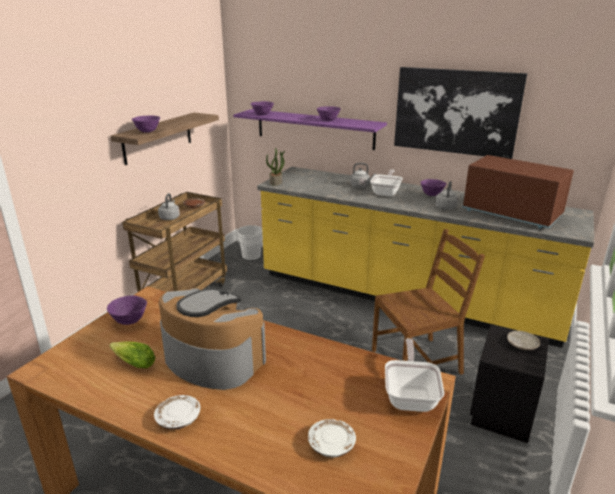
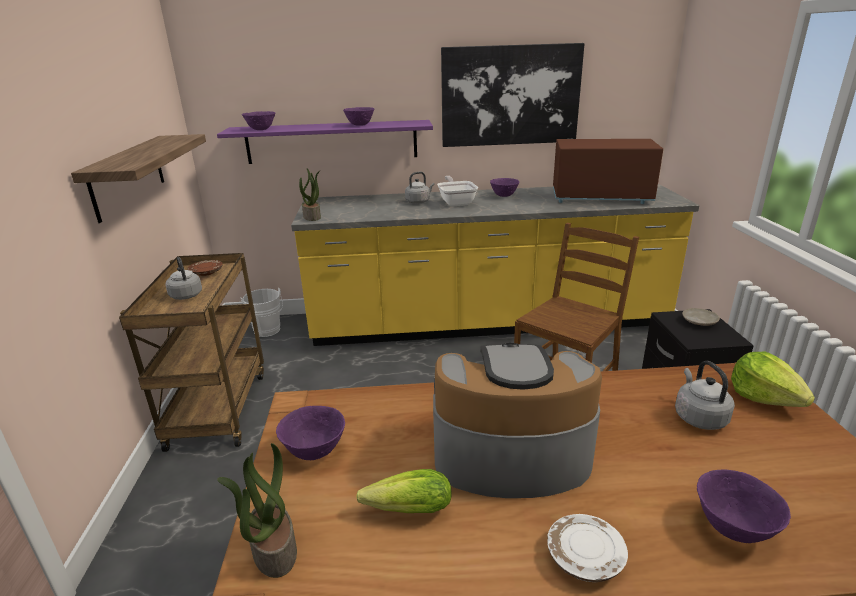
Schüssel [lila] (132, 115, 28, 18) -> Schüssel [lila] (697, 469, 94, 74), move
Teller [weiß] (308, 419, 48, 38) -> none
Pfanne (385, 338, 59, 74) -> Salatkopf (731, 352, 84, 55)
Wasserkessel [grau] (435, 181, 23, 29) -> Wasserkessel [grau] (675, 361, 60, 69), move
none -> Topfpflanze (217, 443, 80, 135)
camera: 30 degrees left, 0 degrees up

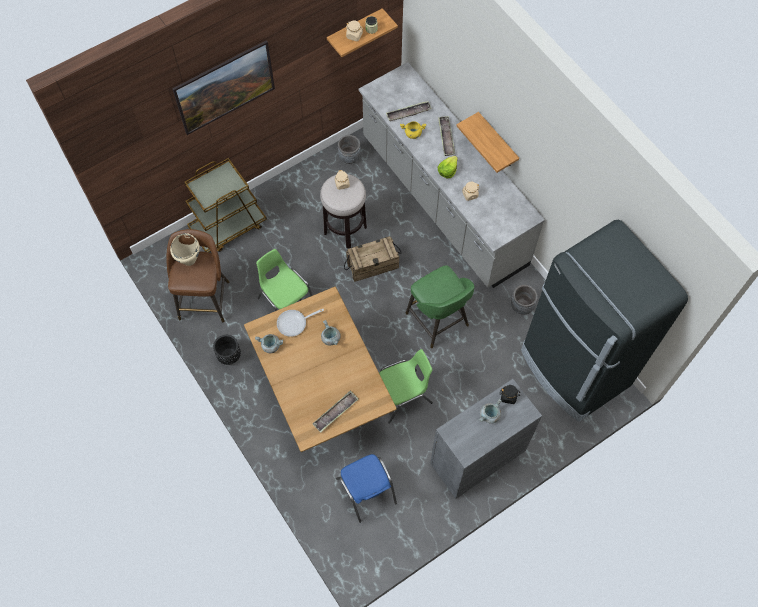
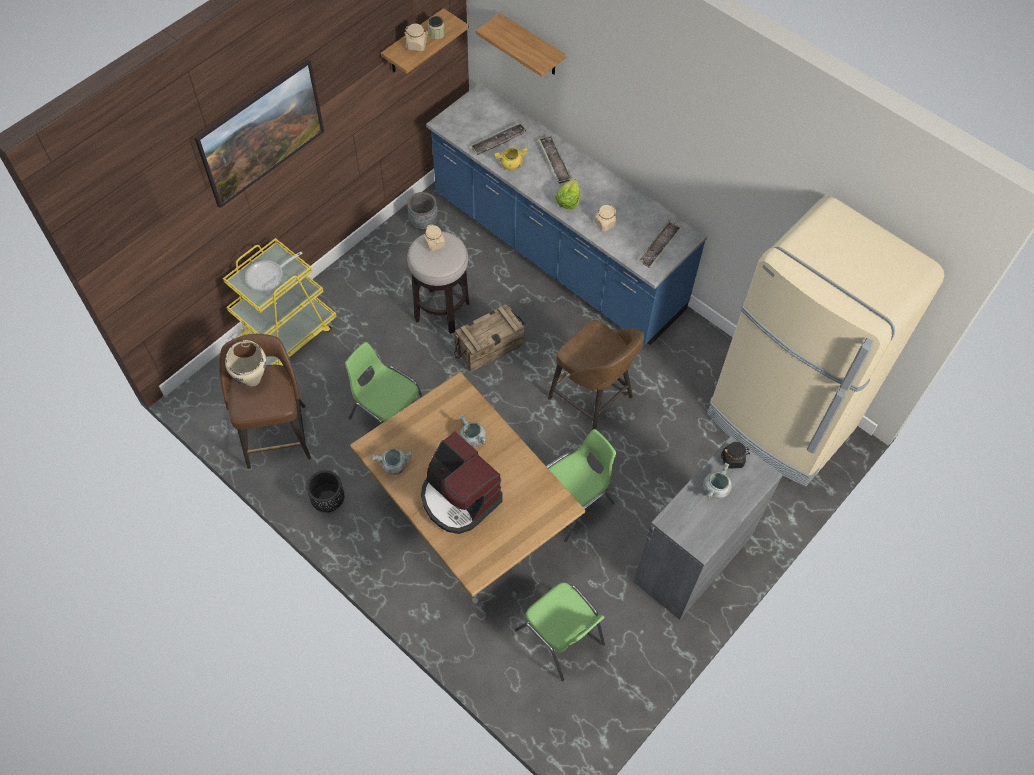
Rollwagen [braun] (185, 158, 82, 94) -> Rollwagen [gelb] (223, 238, 114, 128)
Pfanne (277, 309, 47, 28) -> Pfanne (245, 252, 57, 39), move
Tablett (313, 391, 45, 42) -> Tablett (638, 220, 43, 48), move
Stuhl [blau] (336, 454, 61, 69) -> Stuhl [grün] (515, 582, 90, 99)
Küchenzeile [grau] (359, 62, 186, 226) -> Küchenzeile [blau] (426, 83, 281, 262)
Hocker [grün] (406, 265, 69, 83) -> Hocker [braun] (548, 320, 96, 110)
Wandregal (457, 112, 62, 61) -> Wandregal (476, 13, 90, 64), move
Pflanzkübel [grau] (511, 285, 27, 29) -> none
Kühlschrank [schwarz] (521, 220, 167, 202) -> Kühlschrank [beige] (707, 196, 237, 290)
none -> Kaffeemaschine (421, 431, 82, 103)
camera: 15 degrees left, 5 degrees down

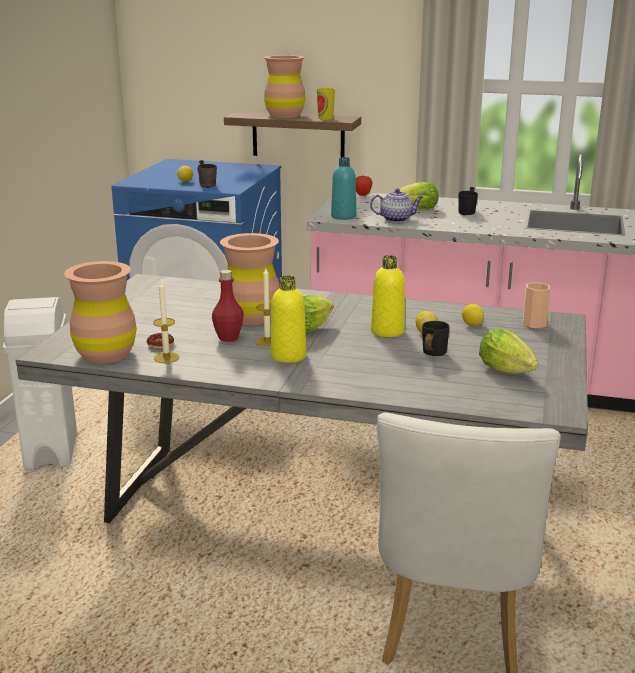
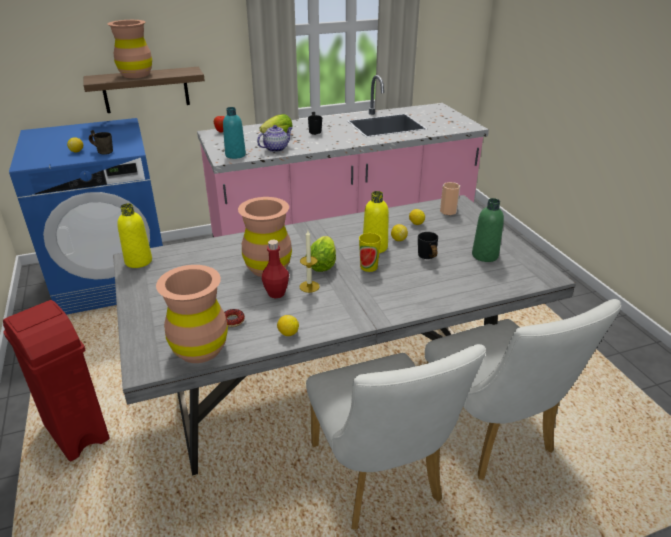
Mülleimer [weiß] (3, 297, 74, 173) -> Mülleimer [rot] (3, 300, 107, 161)
Kerze (153, 281, 26, 82) -> none
Flasche [gelb] (271, 275, 35, 88) -> Flasche [gelb] (117, 203, 35, 65), move
Tasse (317, 88, 18, 32) -> Tasse (359, 233, 22, 39), move
Salatkopf (479, 328, 59, 46) -> Flasche [grün] (472, 198, 32, 64)
none -> Zitrone (277, 315, 22, 21)
none -> Stuhl [weiß] (306, 344, 180, 186)
camera: 35 degrees left, 10 degrees up

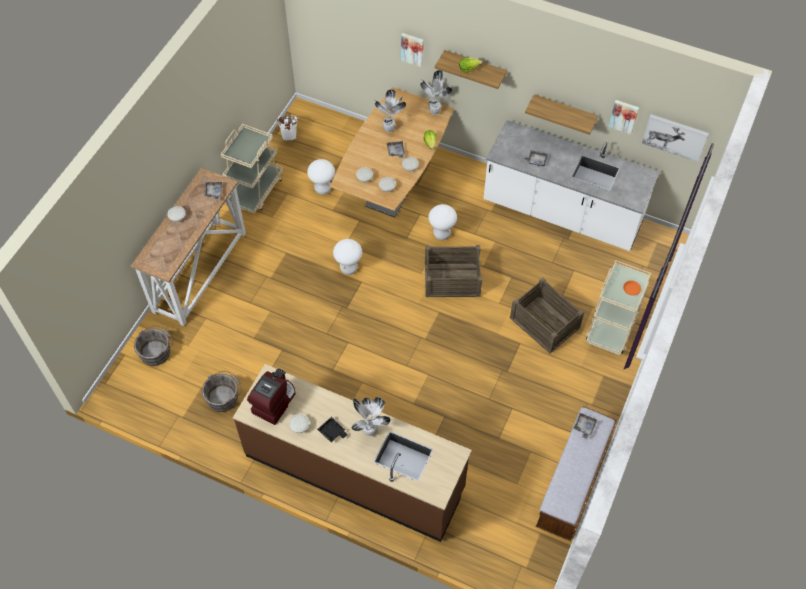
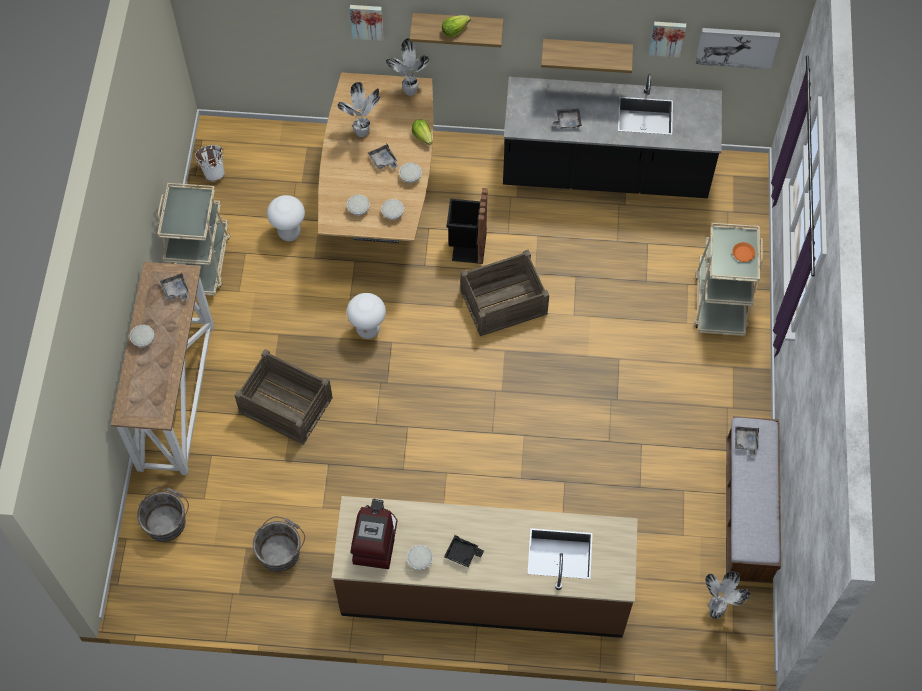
Topfpflanze (351, 397, 39, 39) -> Topfpflanze (705, 572, 45, 47), move
Hocker [weiß] (428, 204, 29, 36) -> Mülleimer [schwarz] (447, 188, 41, 76)
Küchenzeile [weiß] (483, 120, 177, 131) -> Küchenzeile [schwarz] (503, 74, 219, 124)
Kiste (510, 277, 74, 76) -> Kiste (234, 349, 99, 96), move
camera: 20 degrees left, 5 degrees up

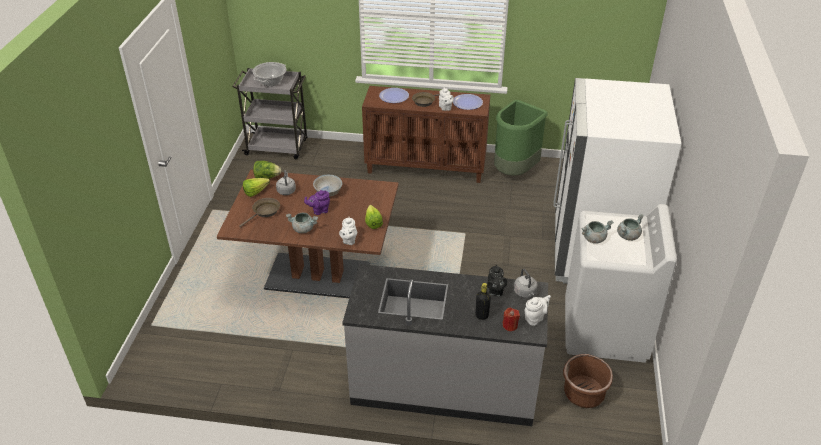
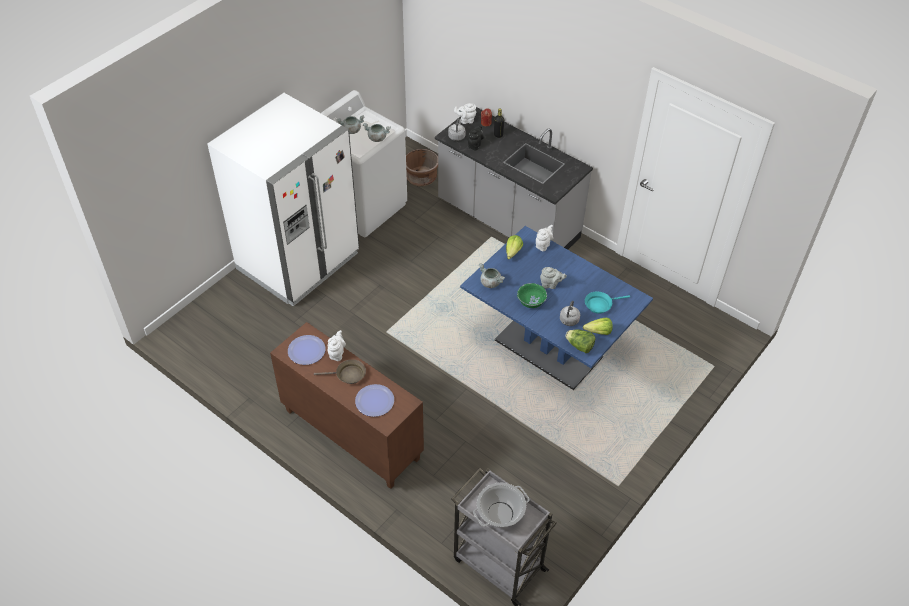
Esstisch [braun] (217, 170, 182, 128) -> Esstisch [blau] (460, 226, 193, 164)
Pfanne [braun] (239, 198, 41, 29) -> Pfanne [türkis] (585, 292, 45, 22)
Kochtopf [grau] (286, 213, 32, 20) -> Kochtopf [grau] (479, 263, 26, 25), move
Teekanne [lila] (304, 190, 26, 25) -> Teekanne [grau] (540, 267, 27, 22)
Schüssel [weiß] (313, 175, 29, 22) -> Schüssel [grün] (517, 283, 30, 25)
Mülleimer [grün] (494, 100, 54, 76) -> none
camera: 150 degrees left, 10 degrees up

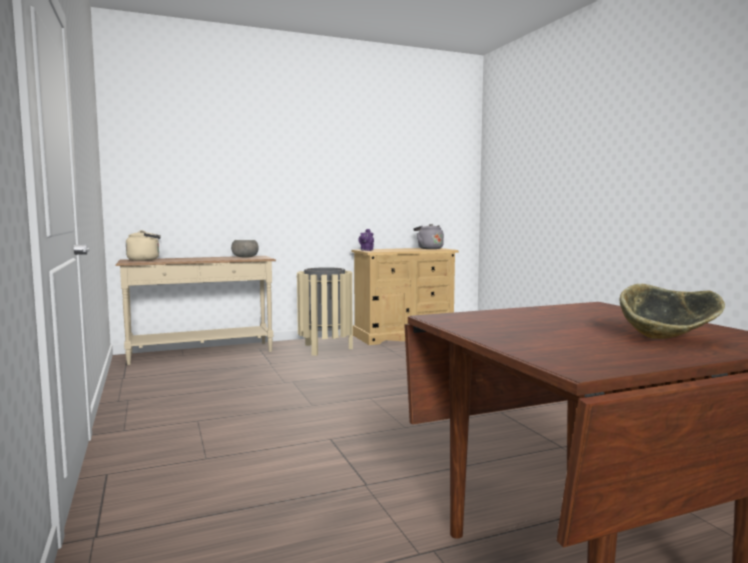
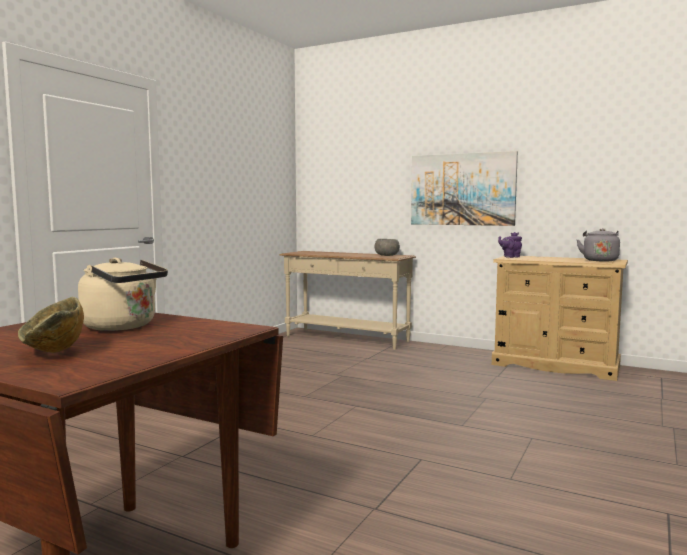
Wasserkessel [beige] (126, 230, 35, 31) -> Wasserkessel [beige] (78, 258, 90, 73), move
Mülleimer [beige] (297, 267, 56, 89) -> none
none -> Bild (411, 151, 107, 75)
camera: 50 degrees right, 0 degrees up

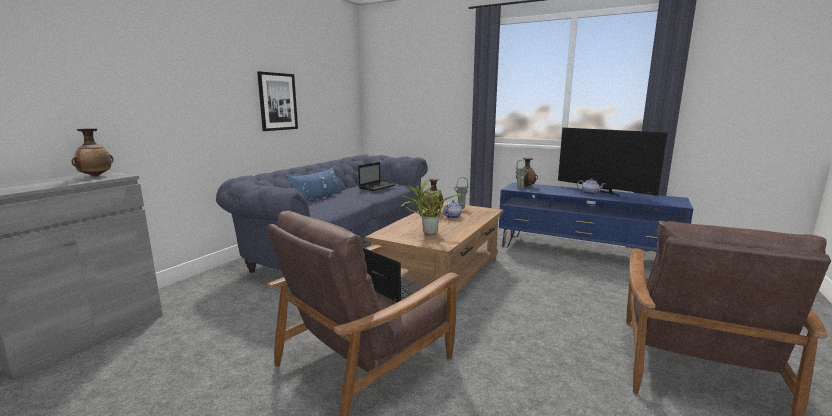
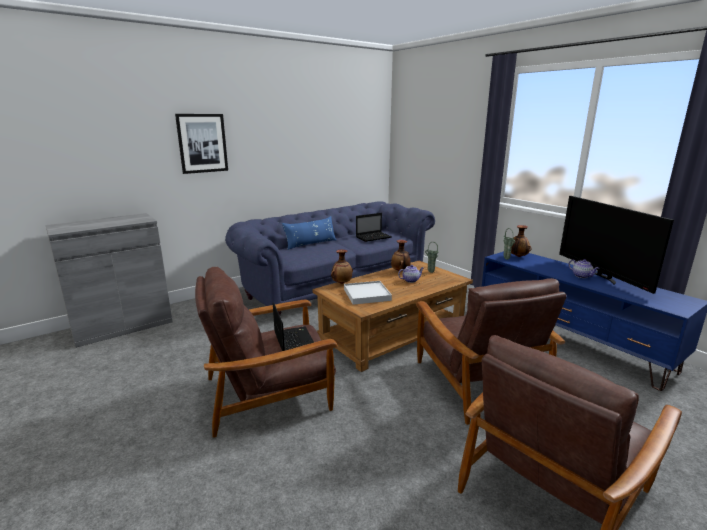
Vase (71, 128, 43, 49) -> Vase (331, 250, 22, 34), move
Bild (257, 71, 41, 60) -> Bild (175, 114, 53, 60), move
Topfpflanze (401, 180, 60, 55) -> Tablett [weiß] (344, 281, 48, 24)
none -> Sessel [braun] (416, 278, 151, 147)
camera: 25 degrees right, 5 degrees up

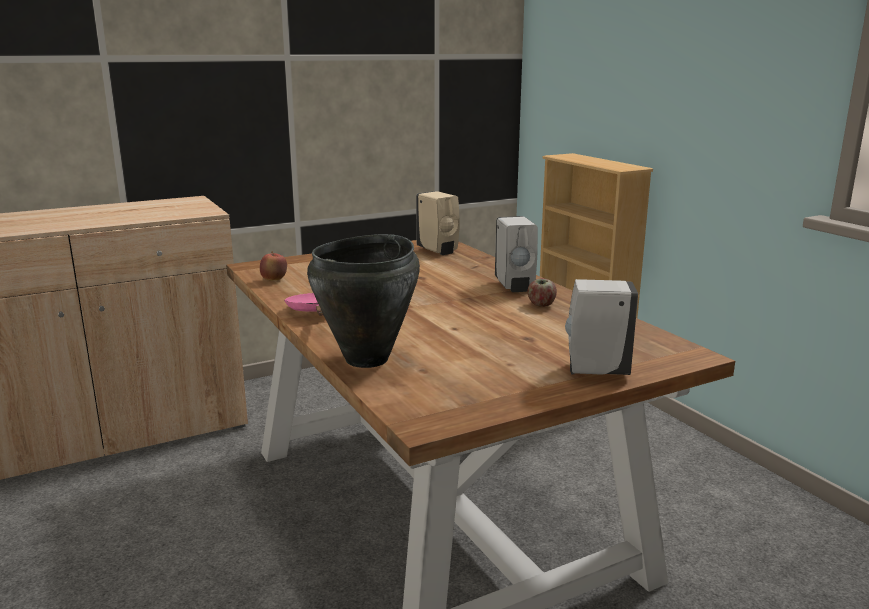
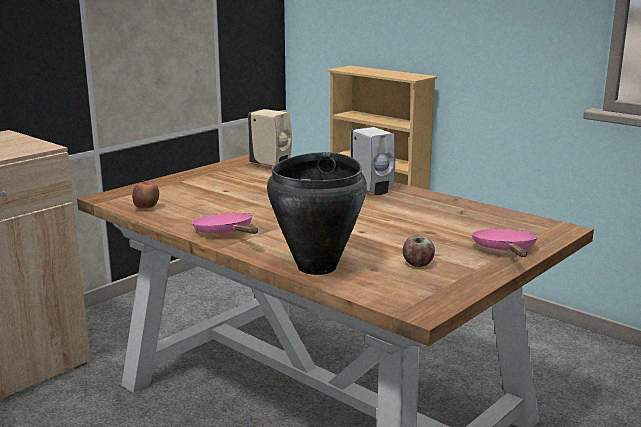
Apfel (528, 278, 29, 29) -> Apfel (403, 235, 32, 32), move
Seifenspender [weiß] (565, 279, 73, 96) -> Pfanne [rosa] (472, 229, 66, 28)
camera: 20 degrees left, 0 degrees up

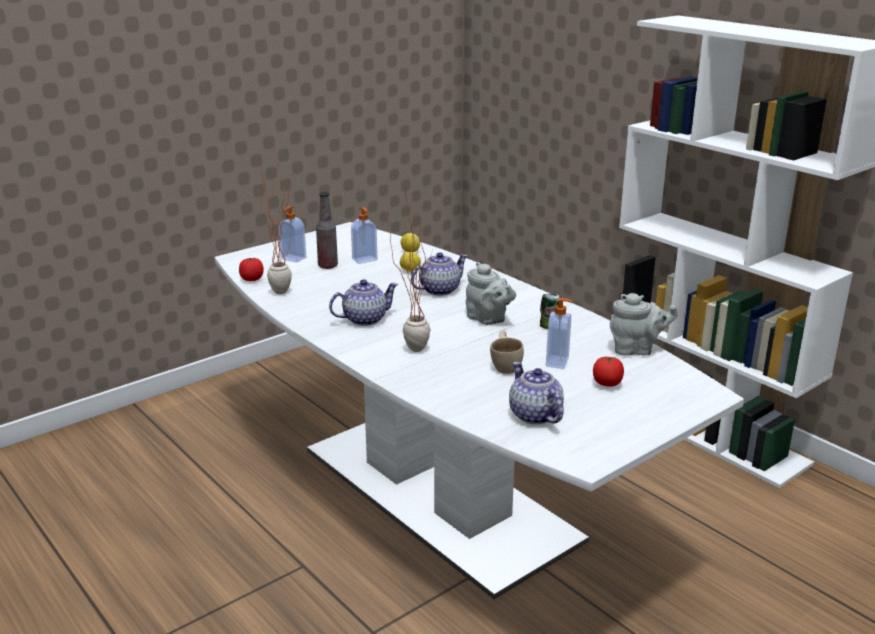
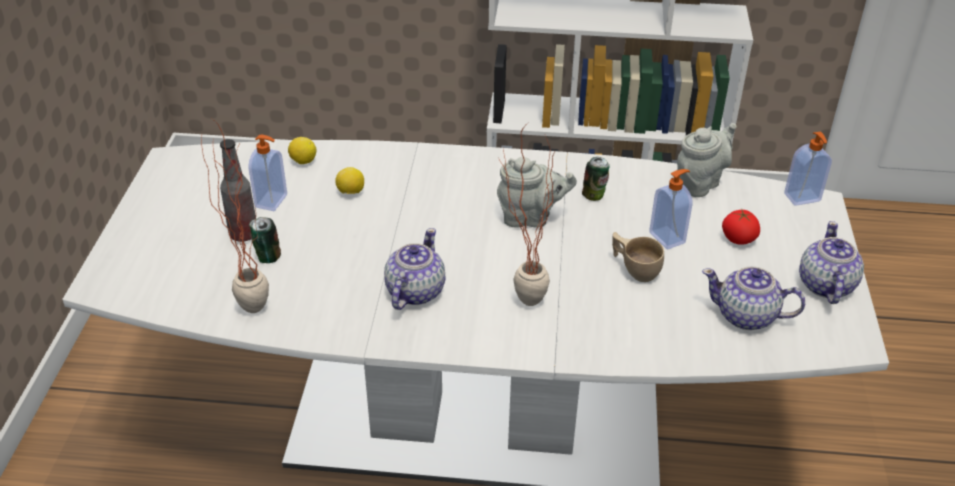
Tomate (239, 258, 25, 23) -> none
Seifenspender (278, 206, 28, 57) -> Seifenspender (784, 132, 48, 74), move
Teekanne (411, 252, 57, 44) -> Teekanne (799, 221, 65, 83), move
none -> Dose (249, 217, 32, 46)
camera: 45 degrees left, 15 degrees up

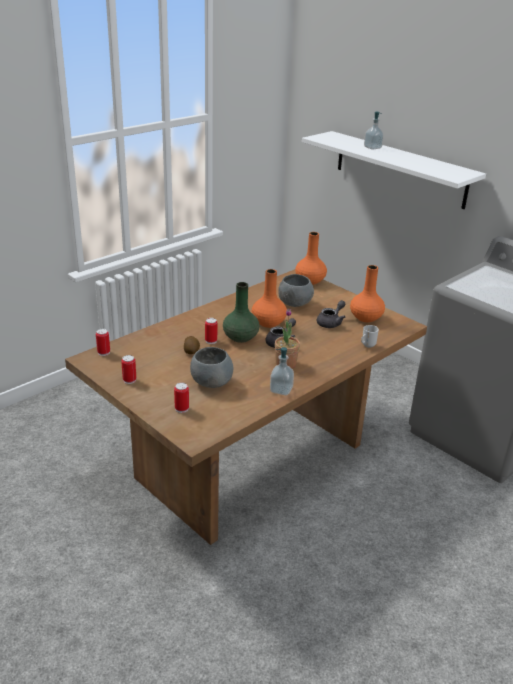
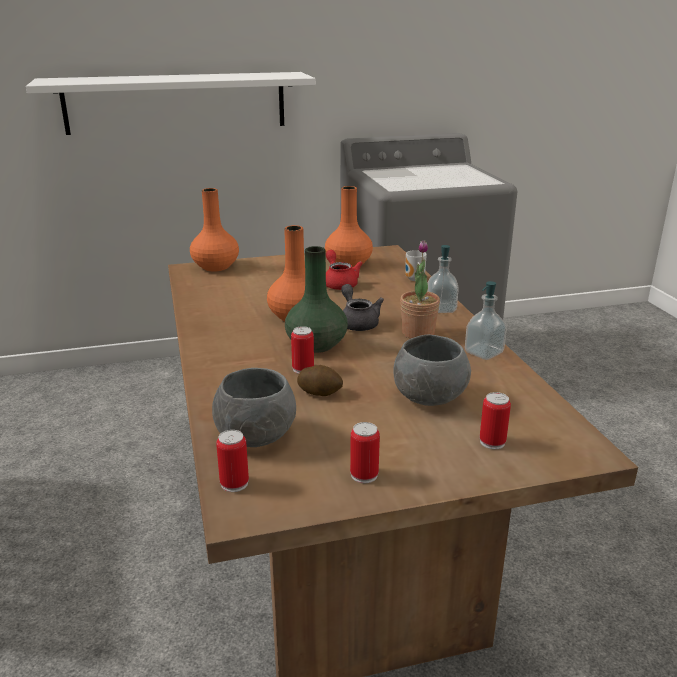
Schüssel [grau] (278, 274, 36, 33) -> Schüssel [grau] (212, 368, 84, 79), move
Teekanne [grau] (317, 300, 28, 28) -> Teekanne [rot] (326, 250, 37, 40)
Seifenspender (364, 112, 20, 38) -> Seifenspender (428, 245, 31, 68), move
camera: 60 degrees left, 5 degrees down

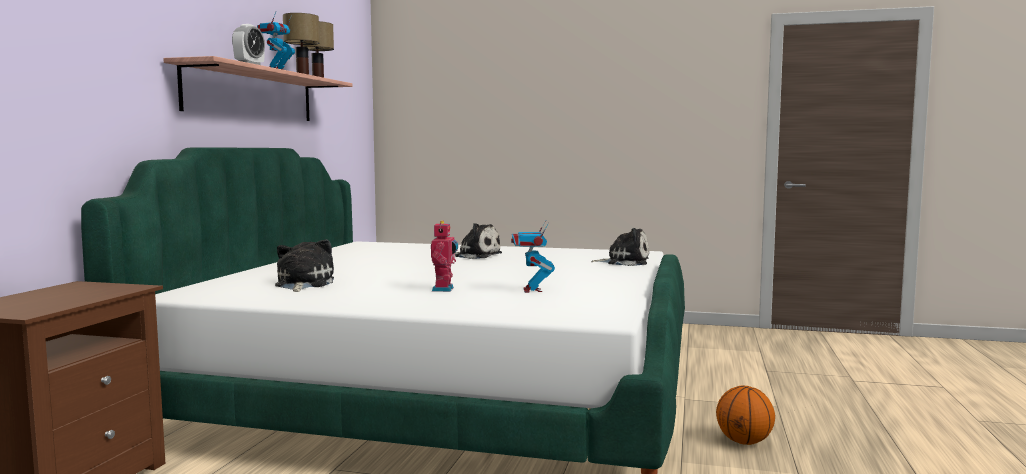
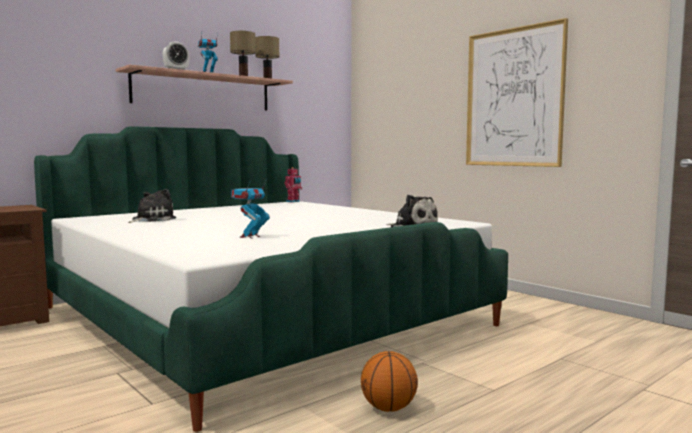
Spielzeugroboter (431, 221, 27, 71) -> Spielzeugroboter (285, 167, 17, 36), move
Plüschtier (455, 223, 47, 36) -> none
none -> Bild (466, 18, 102, 149)
camera: 35 degrees right, 0 degrees up

